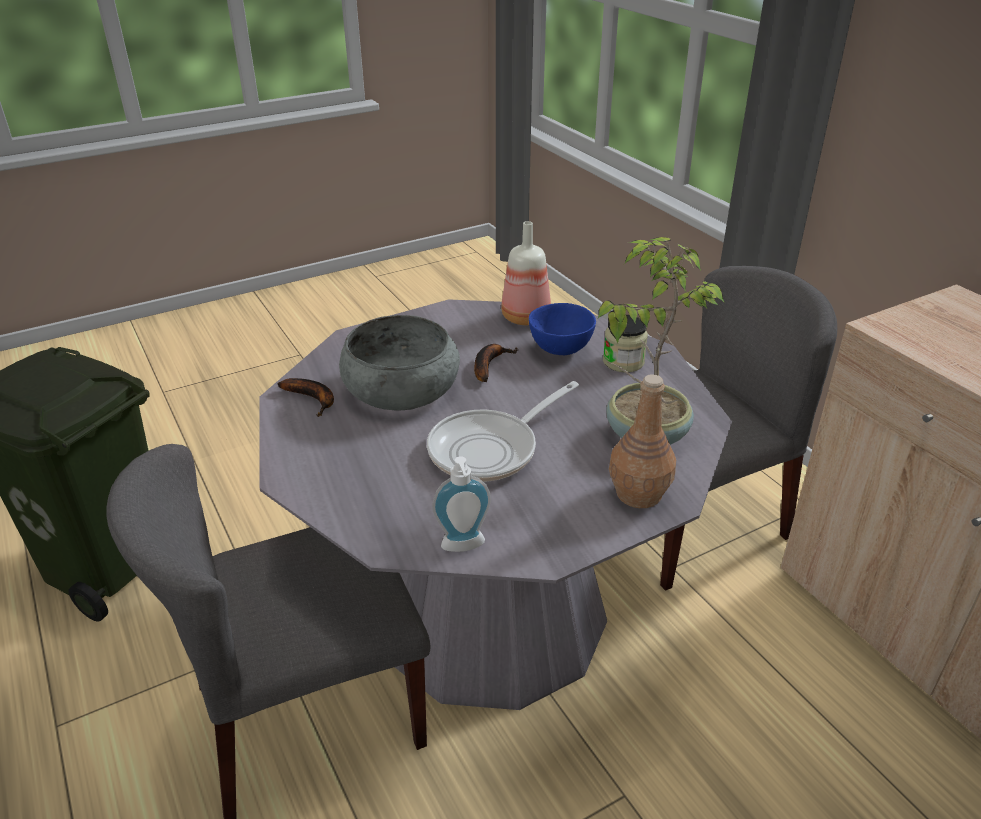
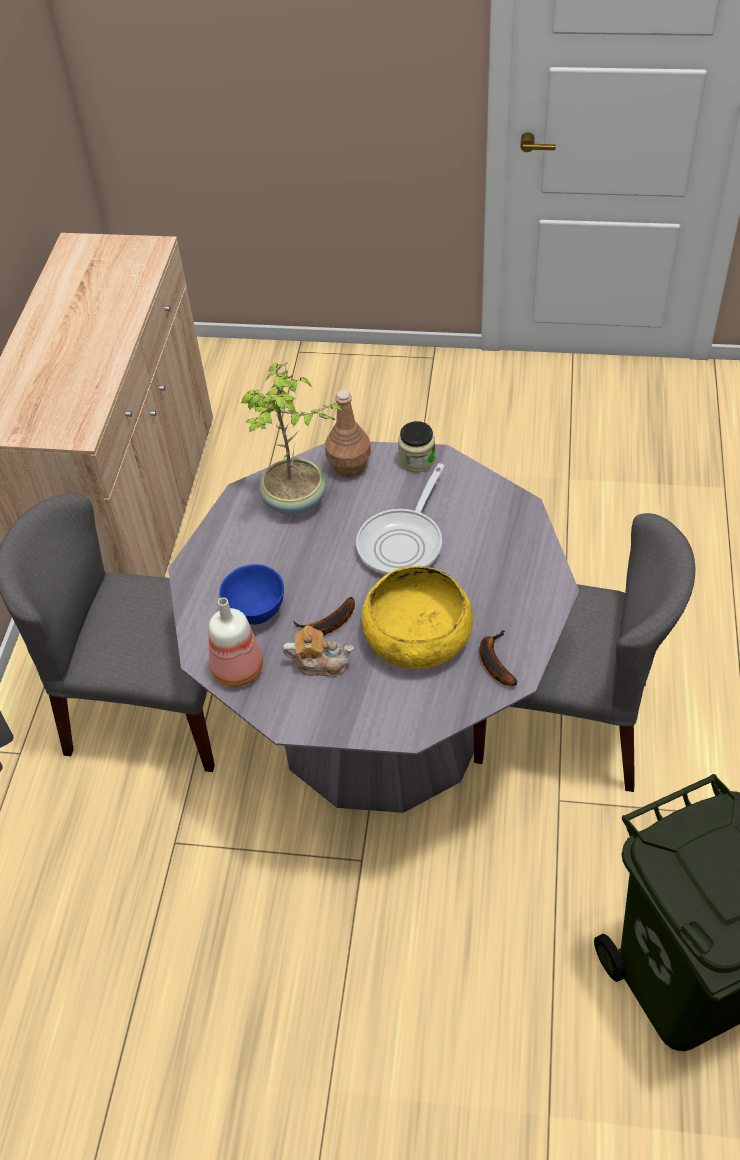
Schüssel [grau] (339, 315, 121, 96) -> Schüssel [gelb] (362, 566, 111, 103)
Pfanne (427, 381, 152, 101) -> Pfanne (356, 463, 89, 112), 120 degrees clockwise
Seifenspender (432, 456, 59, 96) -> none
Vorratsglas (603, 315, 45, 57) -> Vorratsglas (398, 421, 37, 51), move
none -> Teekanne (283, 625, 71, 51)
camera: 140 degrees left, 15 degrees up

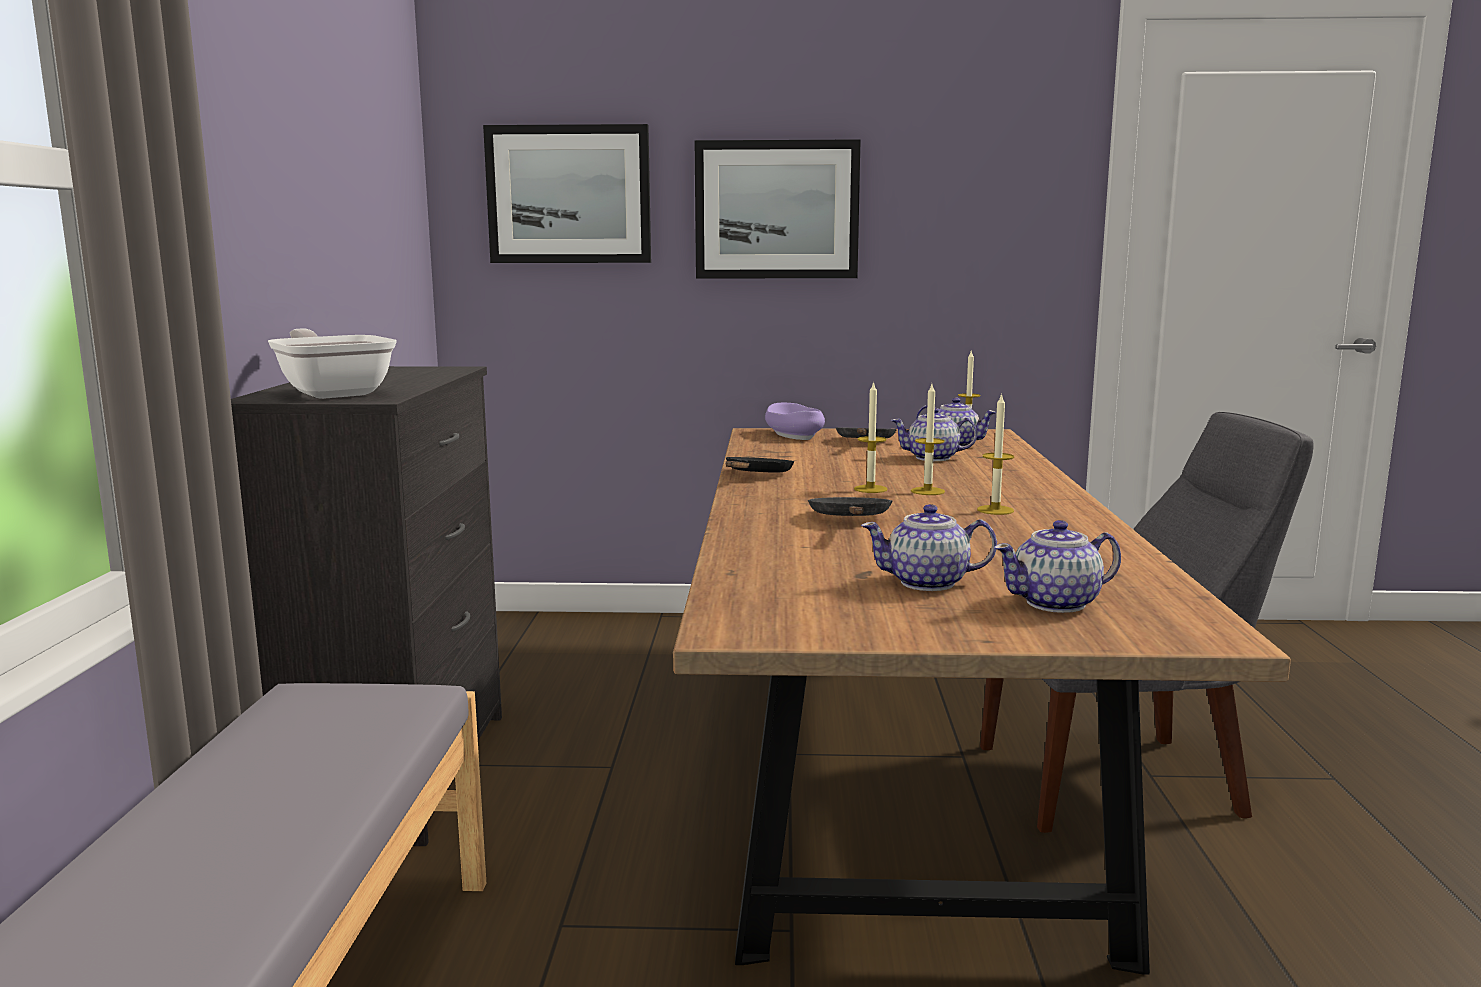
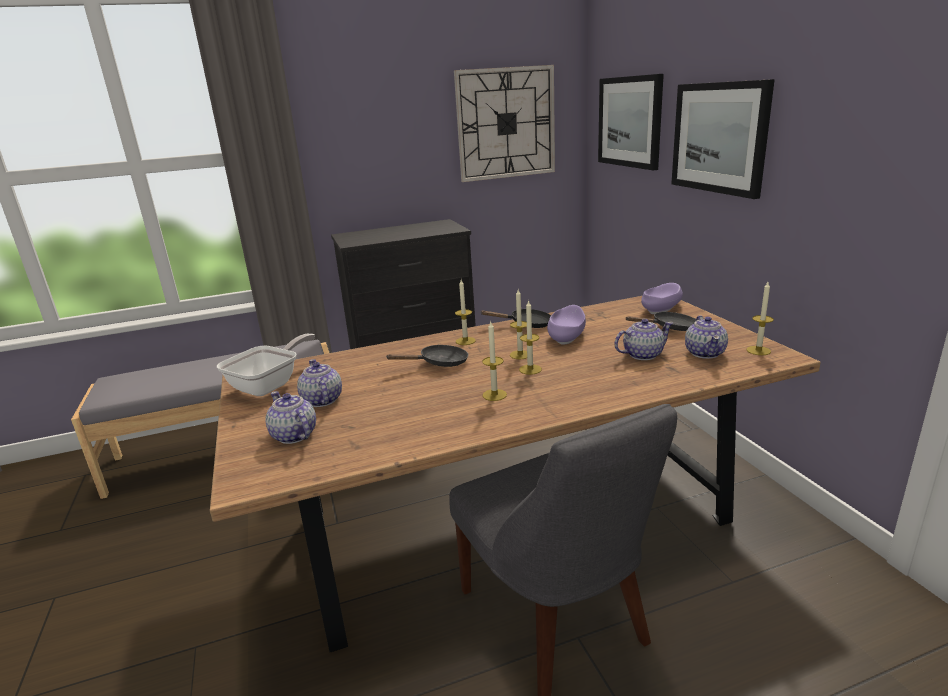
Pfanne (268, 328, 129, 71) -> Pfanne (217, 333, 98, 63), move
Teekanne (891, 408, 87, 53) -> Teekanne (614, 319, 59, 41), 90 degrees clockwise
none -> Wanduhr (454, 65, 101, 117)
none -> Kerze (455, 280, 21, 65)
none -> Schüssel [lila] (547, 305, 39, 40)
camera: 70 degrees right, 10 degrees up

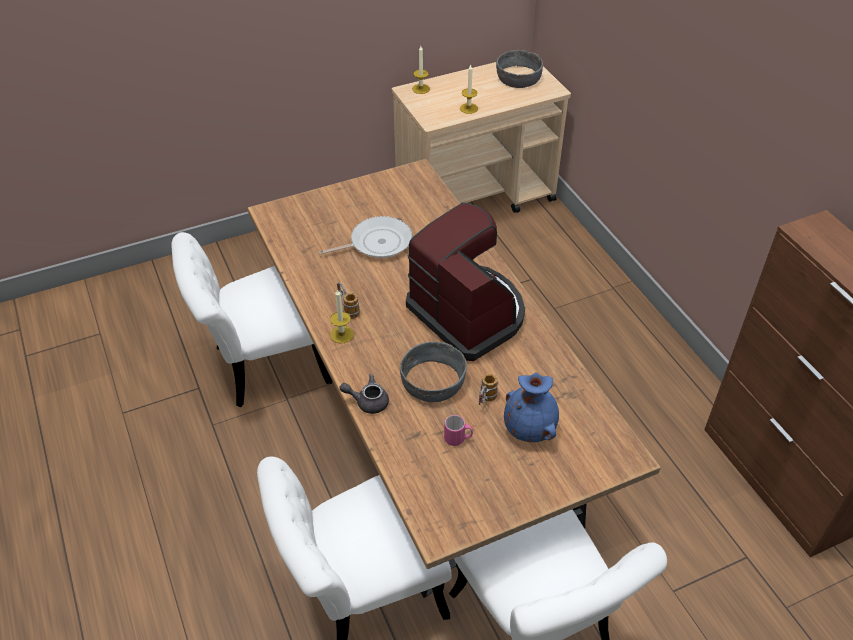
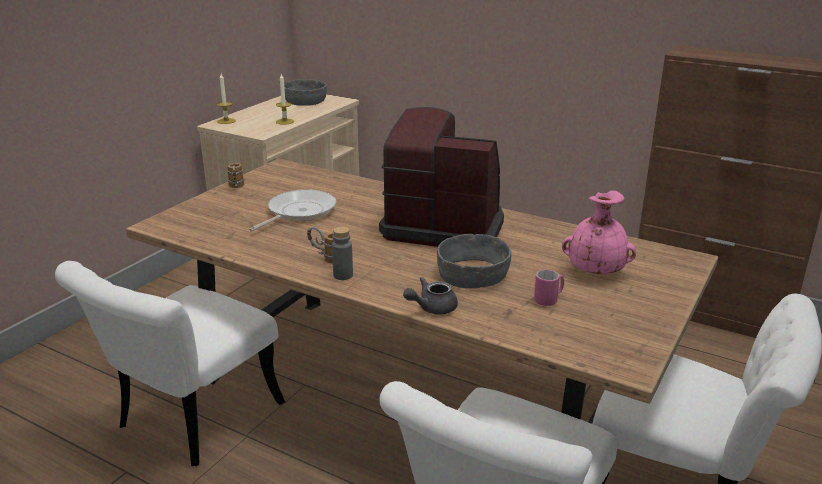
Kerze (330, 289, 24, 54) -> Flasche [grau] (332, 226, 21, 54)
Henkelbecher (479, 373, 19, 32) -> Henkelbecher (227, 163, 17, 25), move
Vase [blau] (504, 372, 55, 70) -> Vase [rosa] (562, 191, 74, 84)
camera: 35 degrees left, 20 degrees down

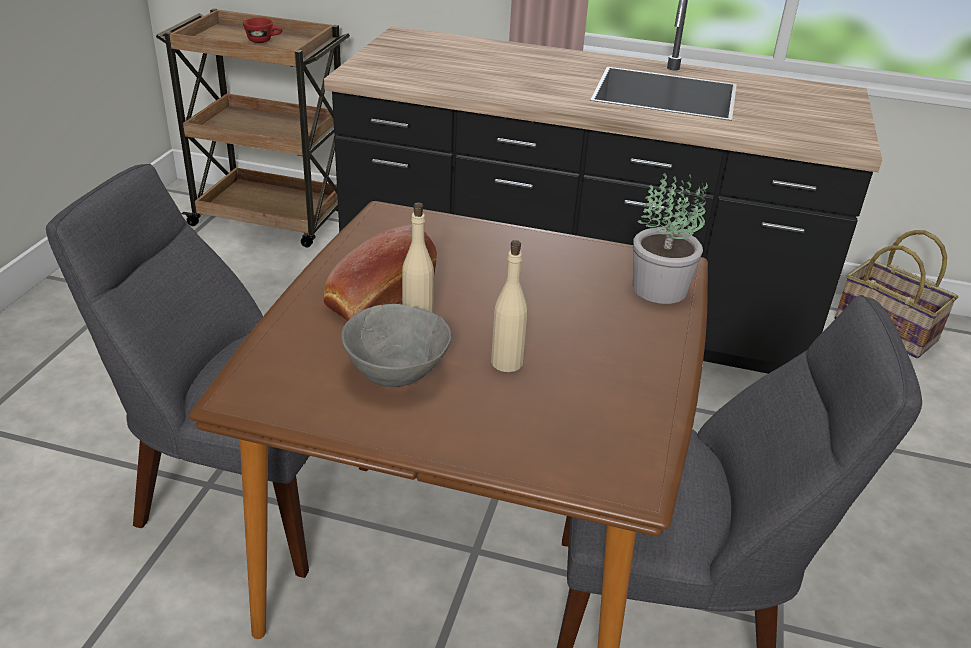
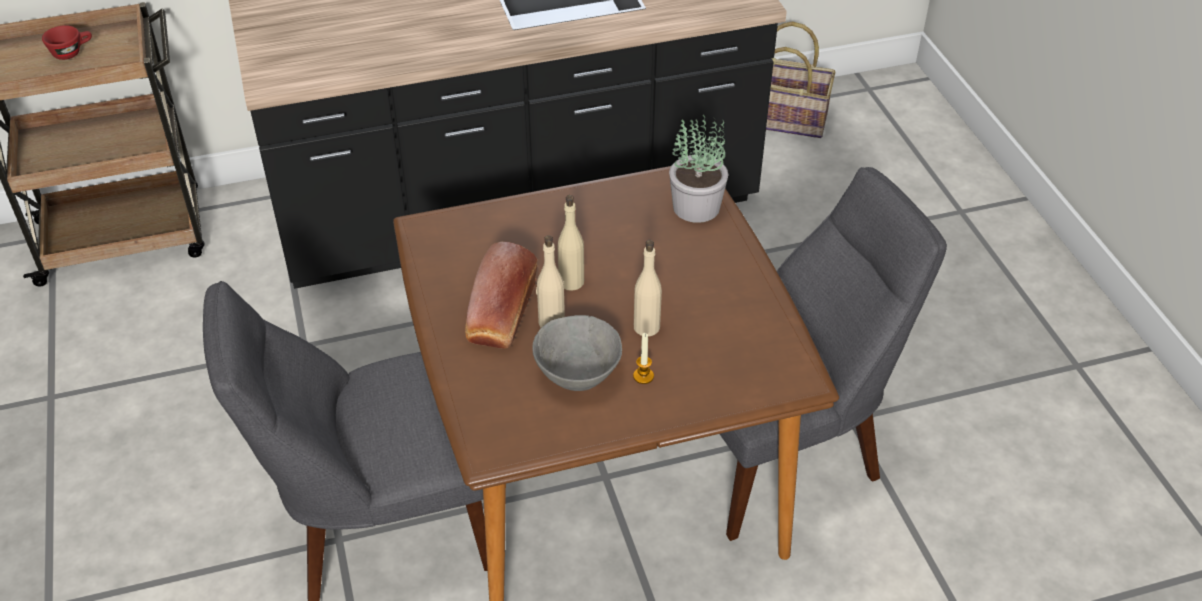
none -> Flasche [beige] (558, 195, 26, 96)
none -> Kerze (633, 333, 21, 51)
camera: 30 degrees left, 10 degrees up

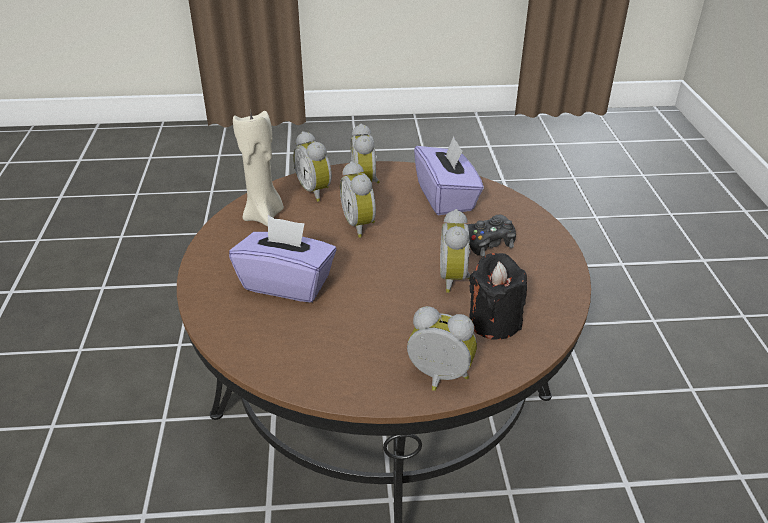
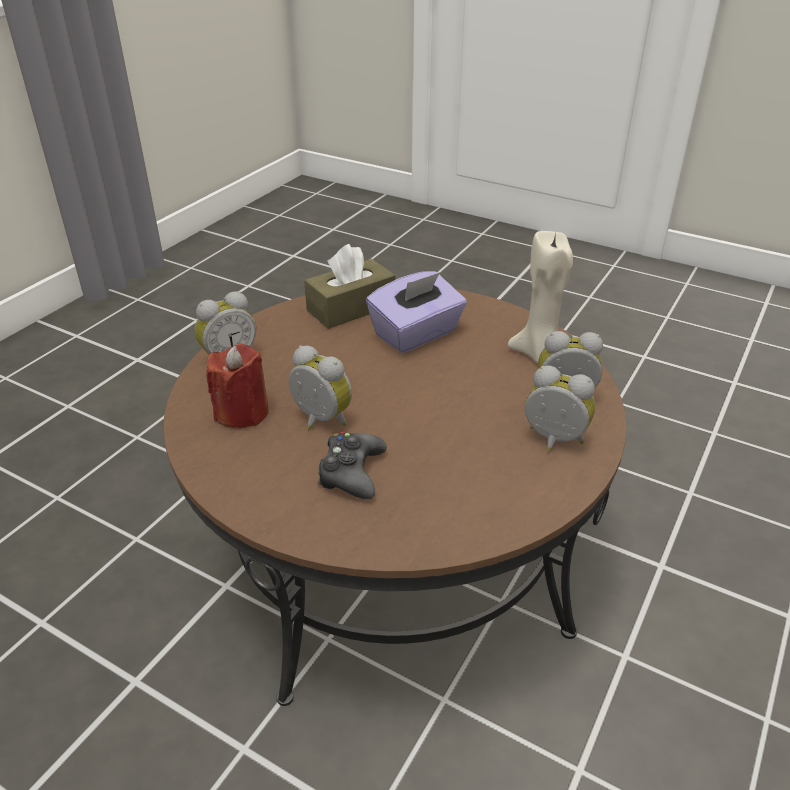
Wecker (340, 161, 36, 77) -> none
Taschentuchbox [lila] (414, 136, 70, 79) -> none
Kerze [schwarz] (469, 253, 58, 87) -> Kerze [rot] (206, 344, 62, 84)
none -> Taschentuchbox [braun] (304, 244, 91, 85)
camera: 125 degrees right, 0 degrees up

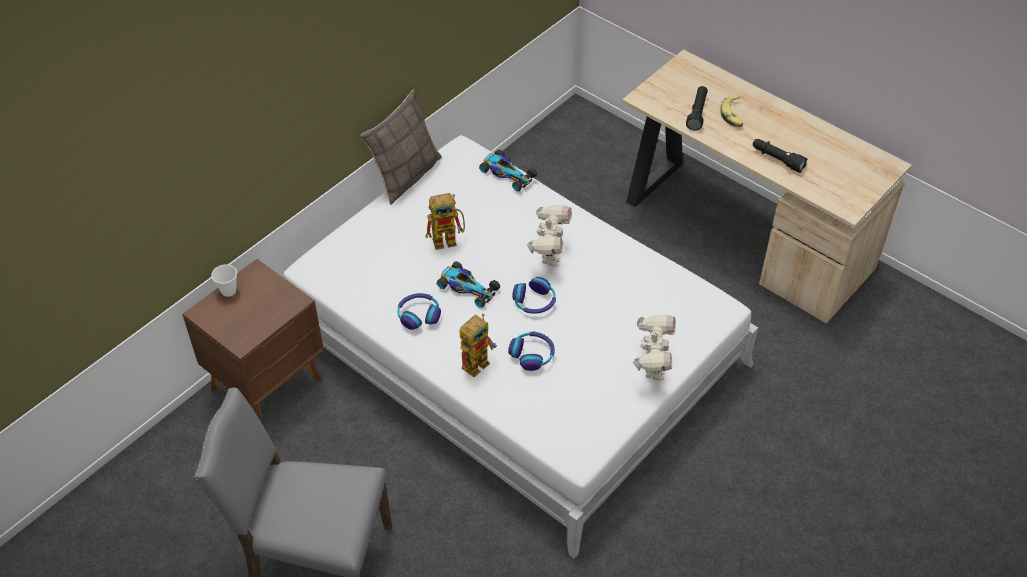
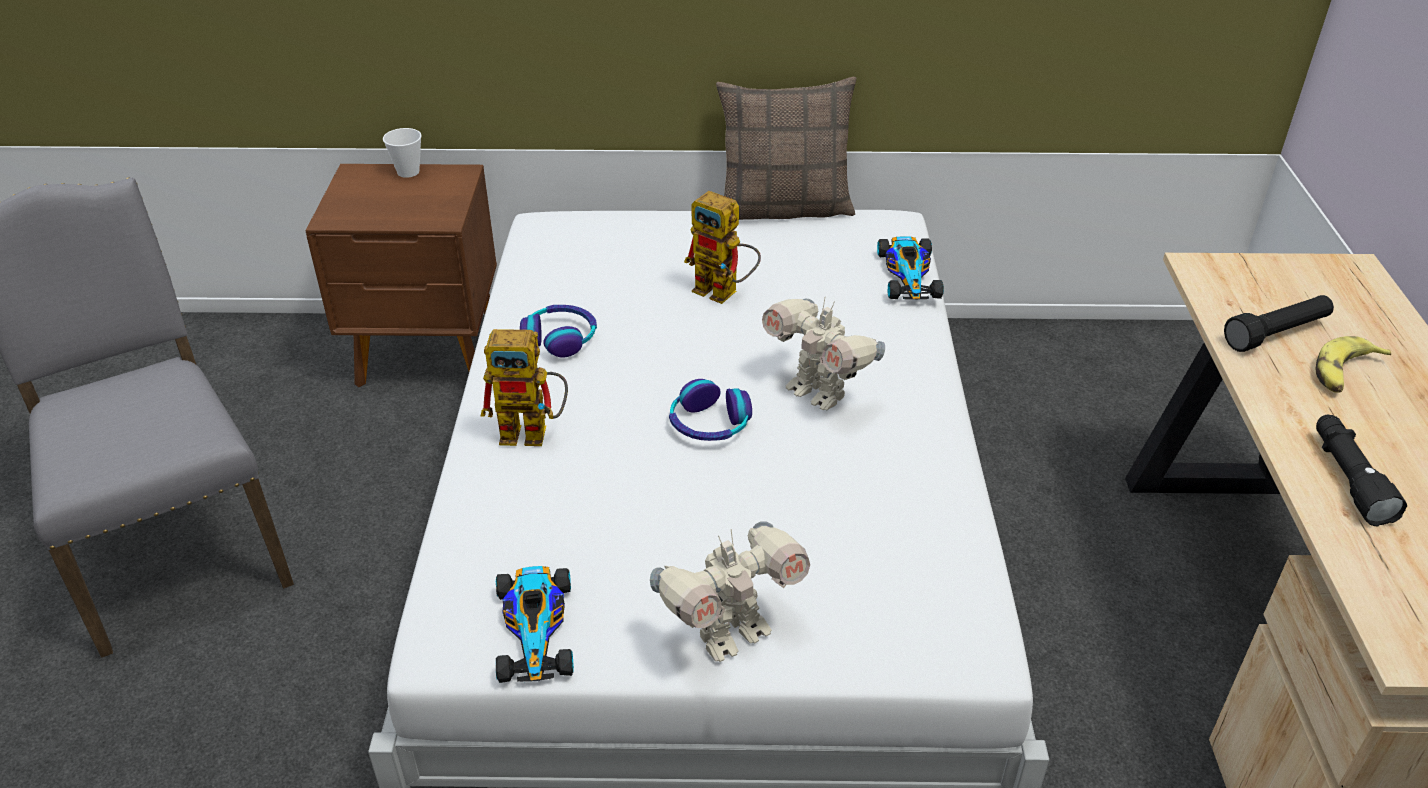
Spielzeugauto (436, 261, 64, 47) -> Spielzeugauto (496, 566, 78, 117), move
Kopfhörer (508, 332, 47, 39) -> none
Spielzeugroboter (527, 205, 45, 62) -> Spielzeugroboter (762, 298, 123, 112), 75 degrees clockwise
camera: 50 degrees right, 10 degrees down

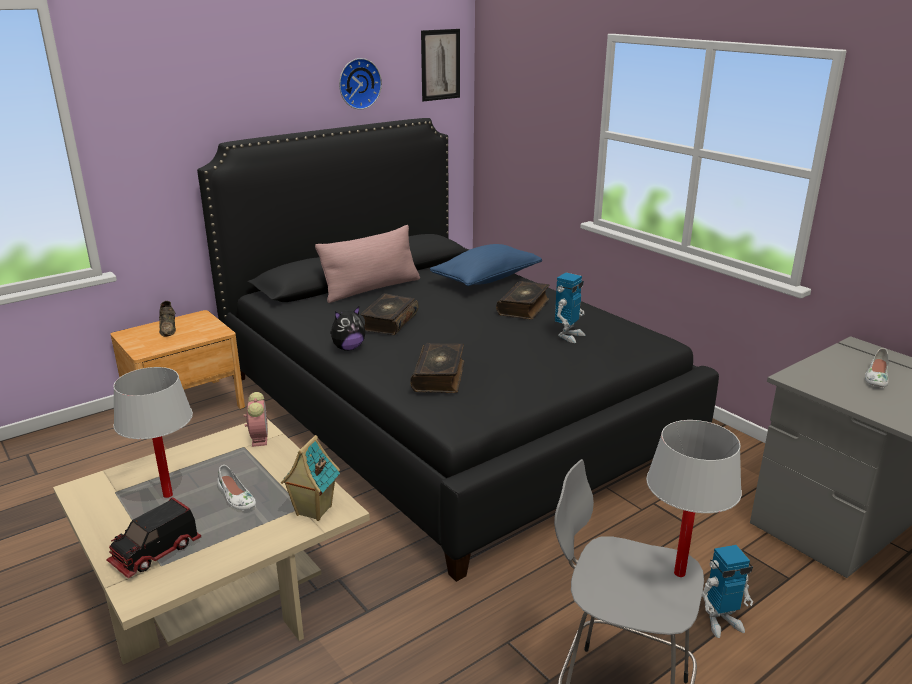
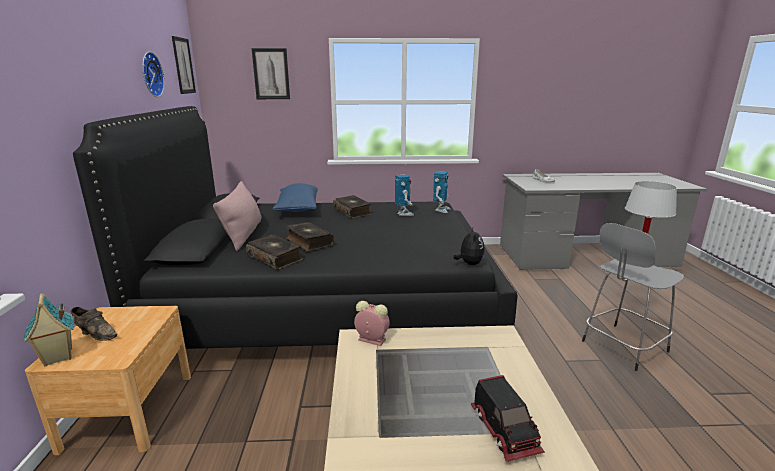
Tischlampe [weiß] (113, 367, 80, 131) -> none
Schuh [weiß] (217, 465, 39, 45) -> none
Spielzeughaus (281, 435, 59, 86) -> Spielzeughaus (23, 293, 51, 74), move
Plüschtier (330, 306, 35, 45) -> Plüschtier (453, 226, 32, 39), move
Buch (410, 343, 54, 50) -> Buch (246, 234, 57, 36), move
Spielzeugroboter (702, 545, 51, 93) -> Spielzeugroboter (433, 171, 18, 42), move
none -> Bild (252, 48, 38, 51)
camera: 55 degrees left, 5 degrees down

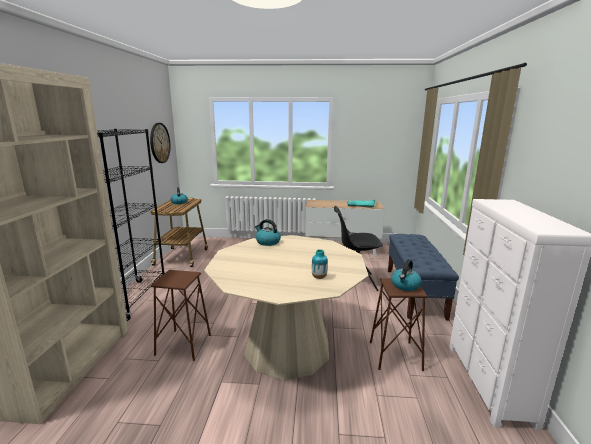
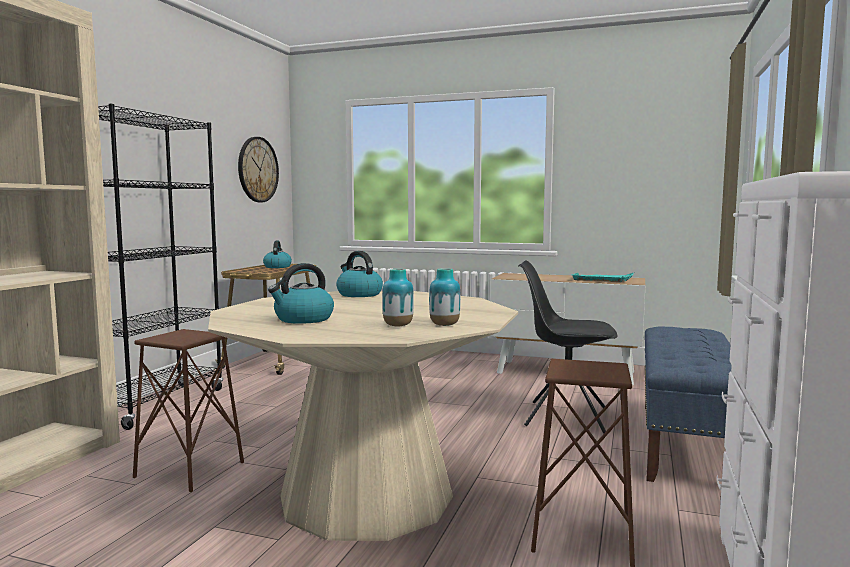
Wasserkessel (391, 259, 31, 32) -> Wasserkessel (268, 263, 66, 61), move
none -> Vase (429, 268, 32, 58)
camera: 15 degrees right, 10 degrees down

